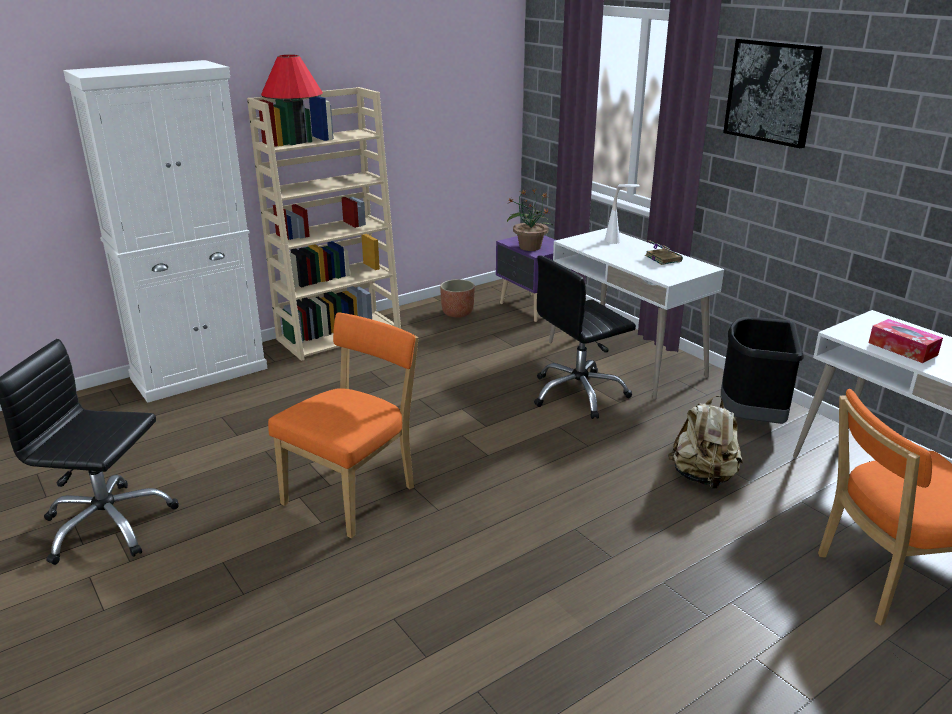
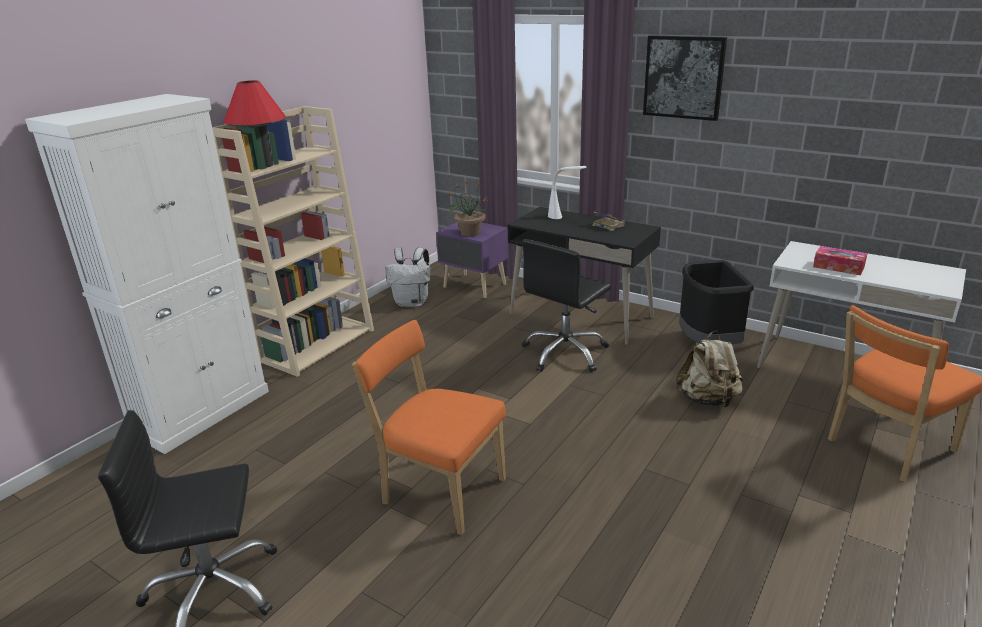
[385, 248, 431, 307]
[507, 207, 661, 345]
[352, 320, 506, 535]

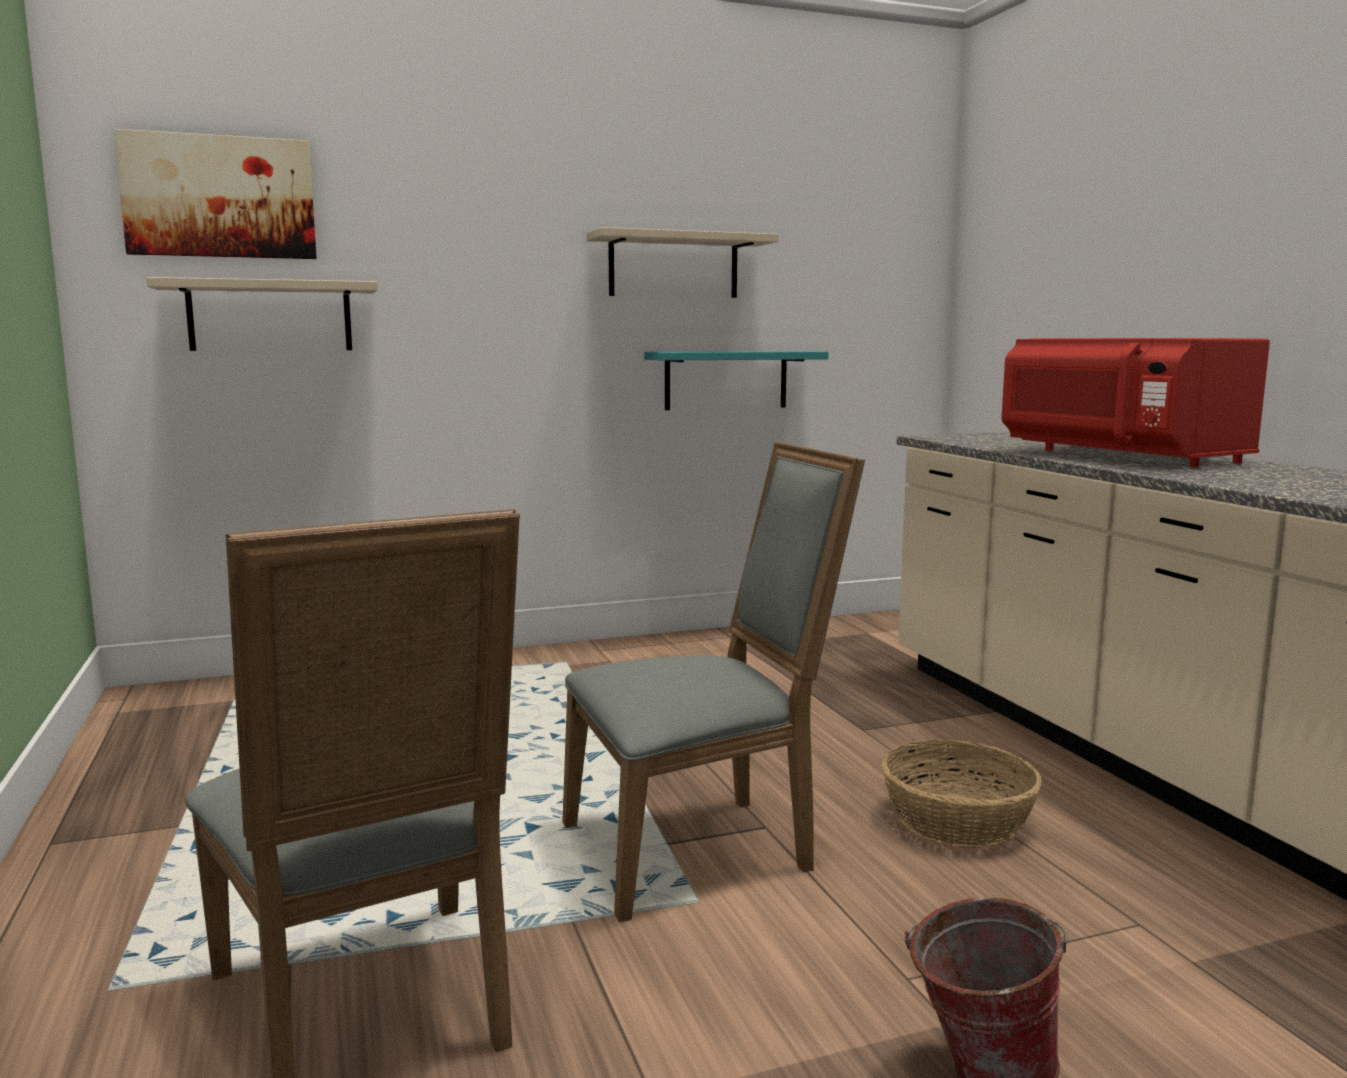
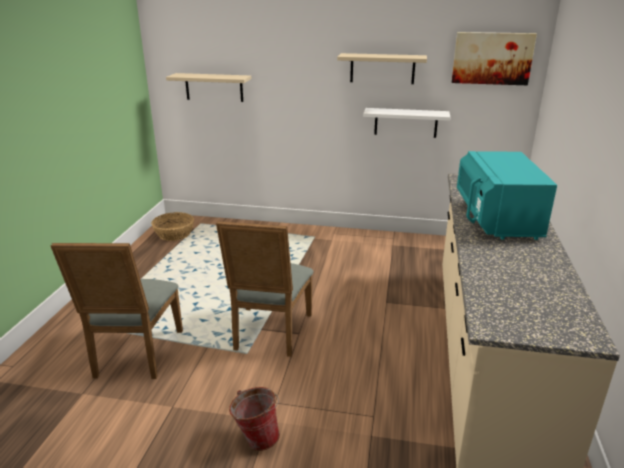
[452, 32, 537, 85]
[151, 212, 194, 241]
[363, 108, 450, 138]
[457, 151, 557, 240]
[216, 221, 314, 357]

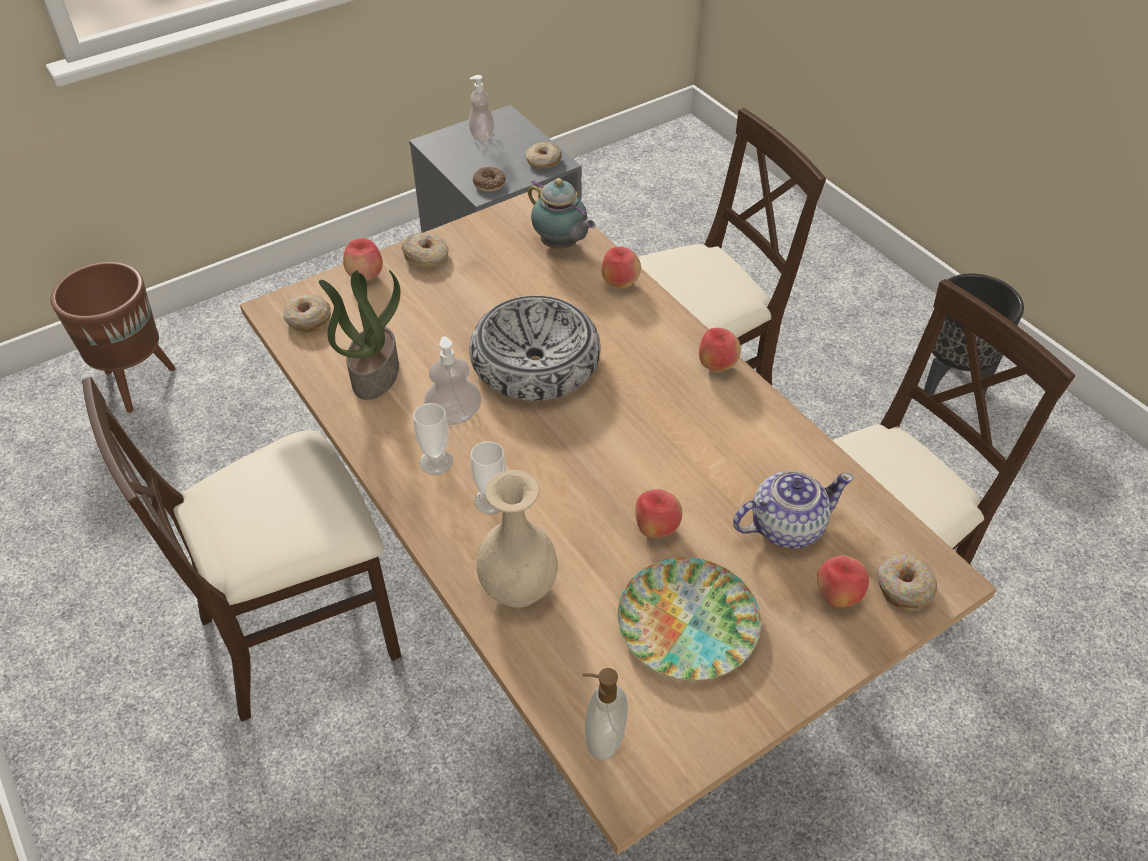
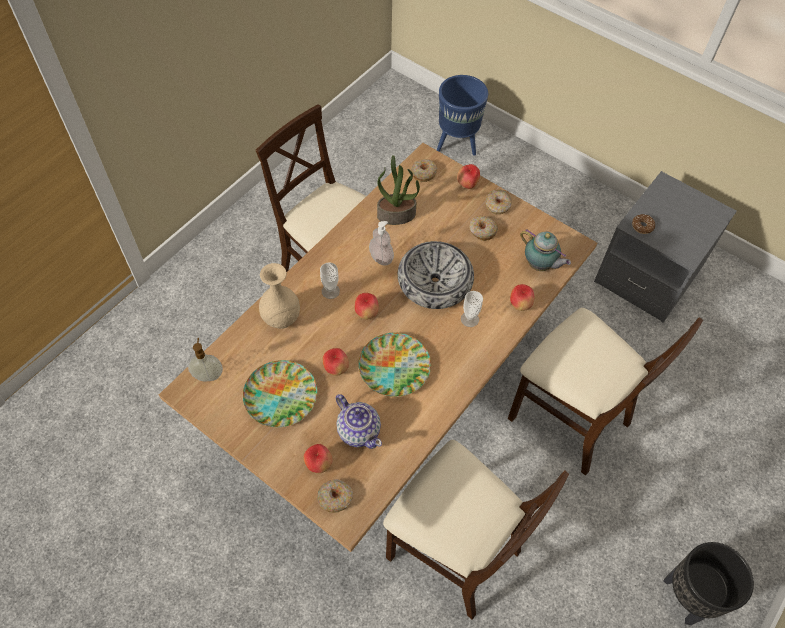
[469, 75, 494, 142] (first image)
[358, 333, 431, 397]
[461, 291, 483, 327]
[469, 216, 498, 241]
[355, 293, 379, 319]
[437, 75, 488, 155]
[520, 229, 571, 271]

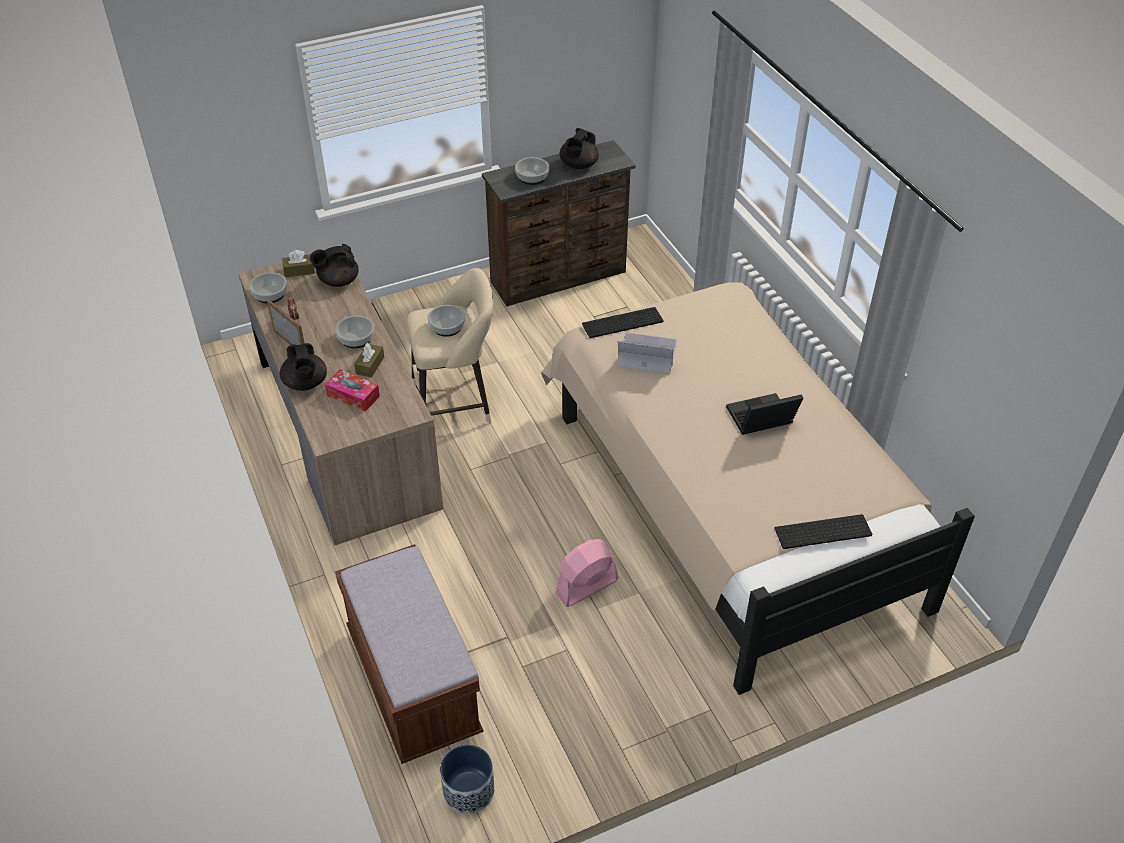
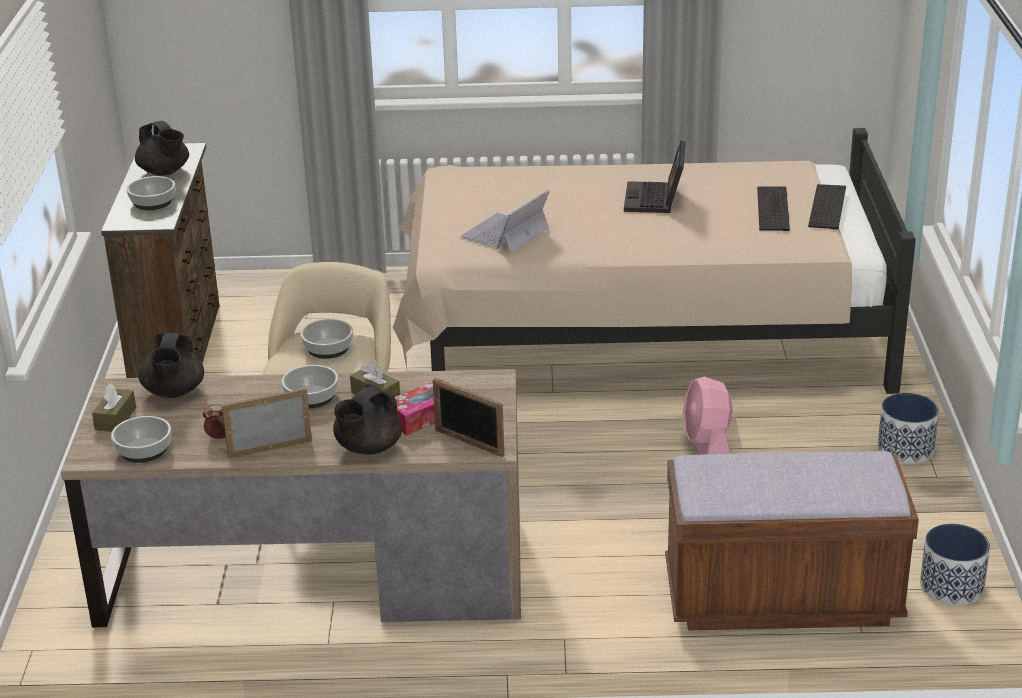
[433, 378, 504, 457]
[878, 393, 939, 464]
[757, 186, 790, 231]
[333, 384, 402, 455]

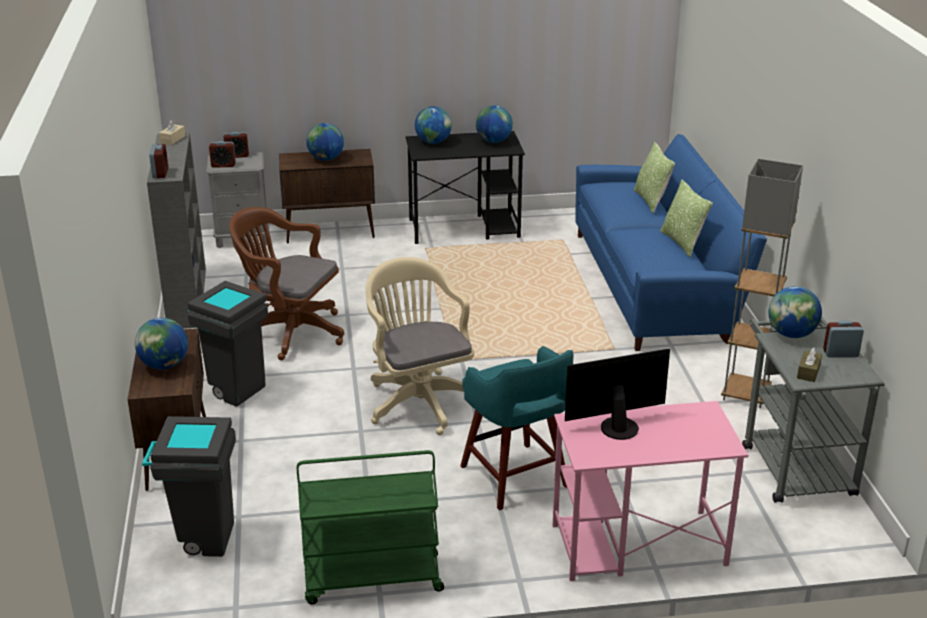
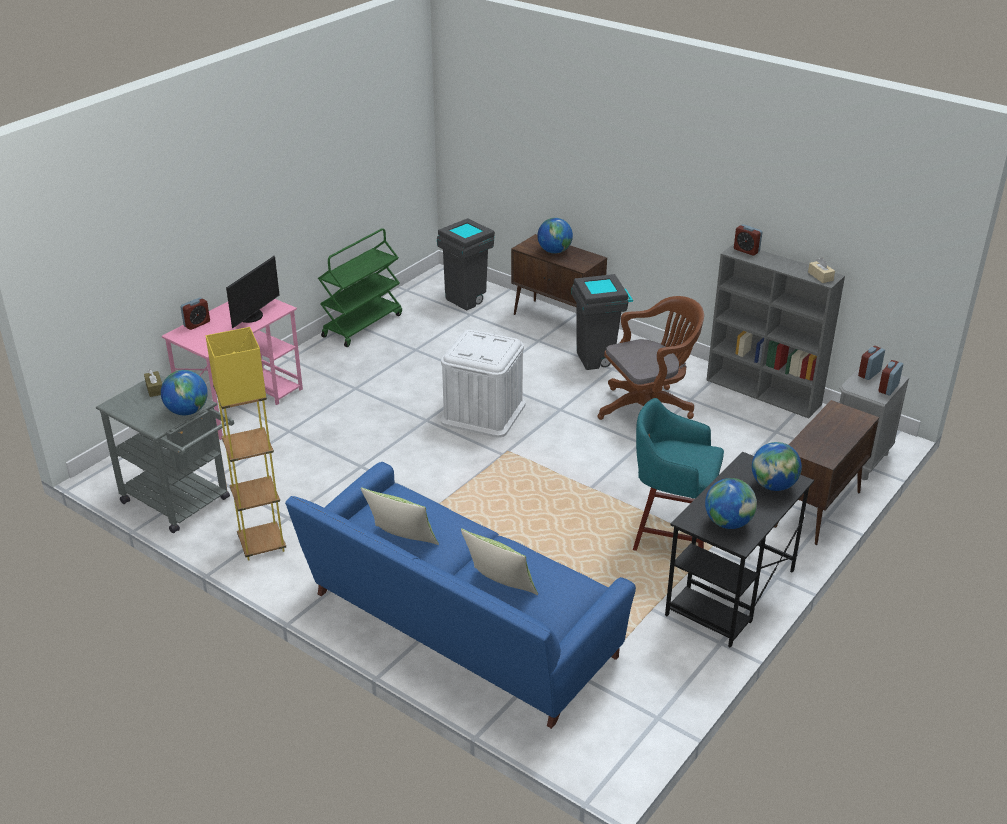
[306, 123, 344, 161] (first image)
[633, 398, 724, 551]
[180, 297, 210, 330]
[441, 330, 525, 438]
[205, 327, 286, 561]

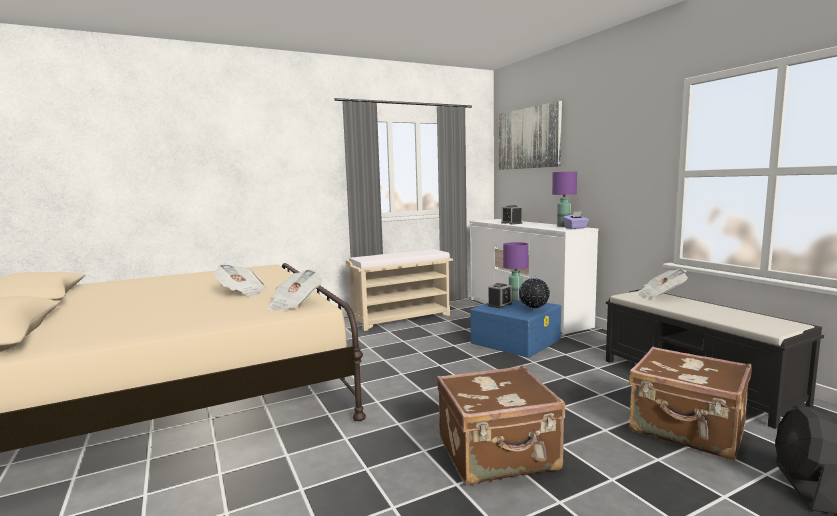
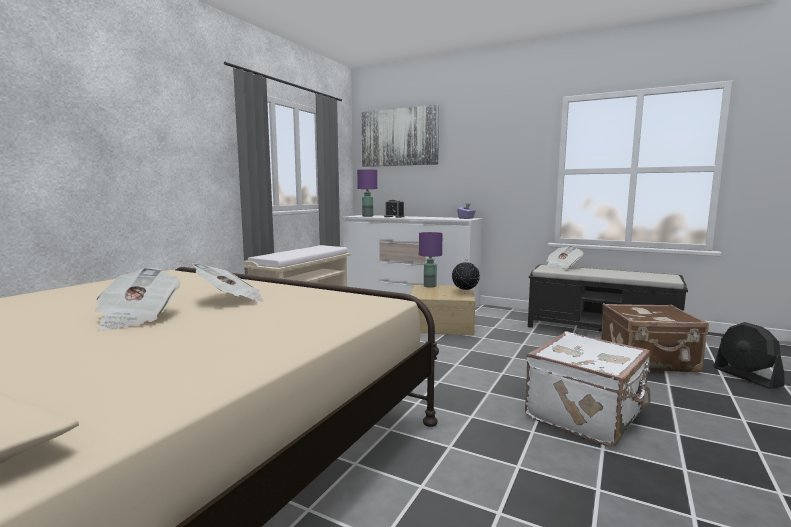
[488, 283, 512, 308] (first image)
[95, 267, 180, 330]
[357, 169, 377, 217]
[525, 331, 650, 447]
[410, 285, 475, 335]

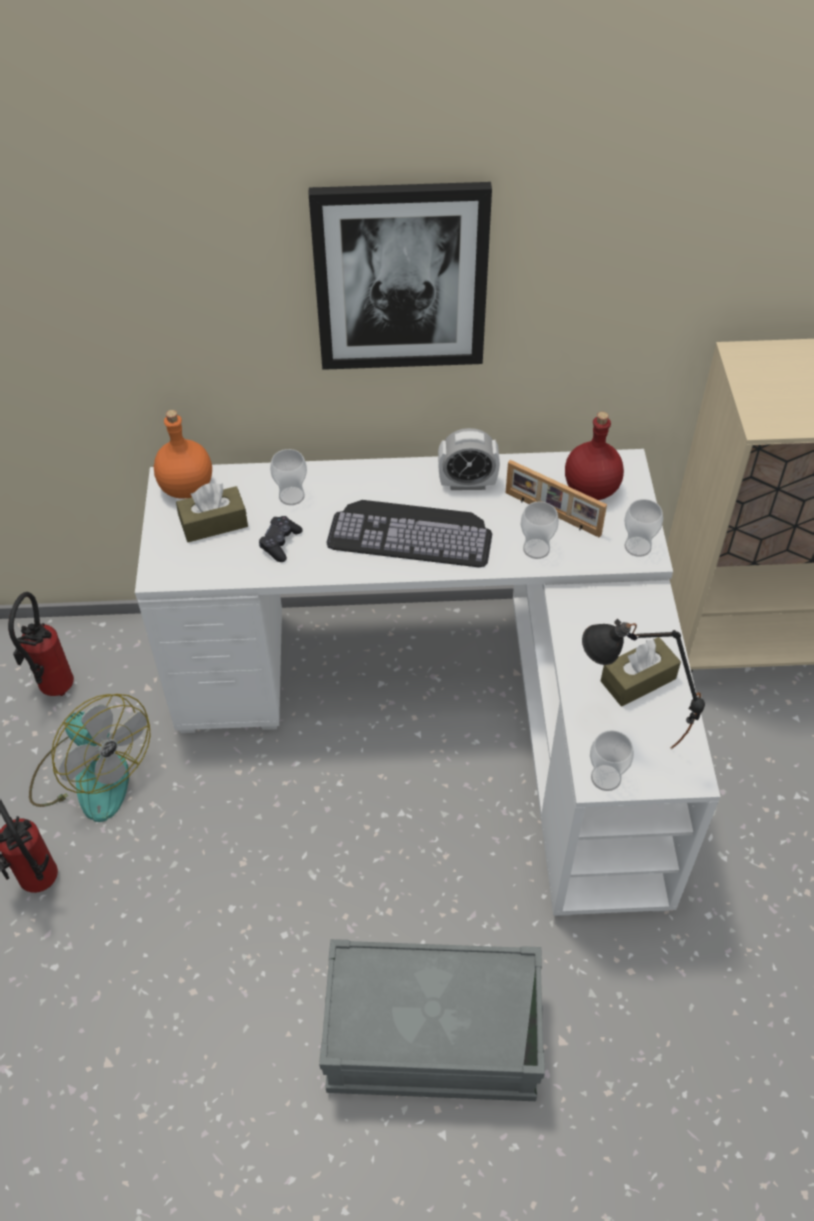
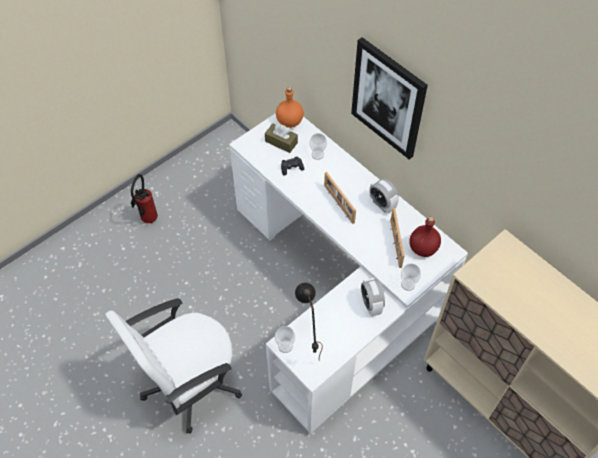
[8, 592, 74, 696] (first image)
[29, 694, 151, 822] (first image)
[521, 501, 559, 559] (first image)
[601, 637, 681, 706] (first image)
[361, 278, 385, 317]
[105, 298, 242, 434]
[324, 172, 356, 224]

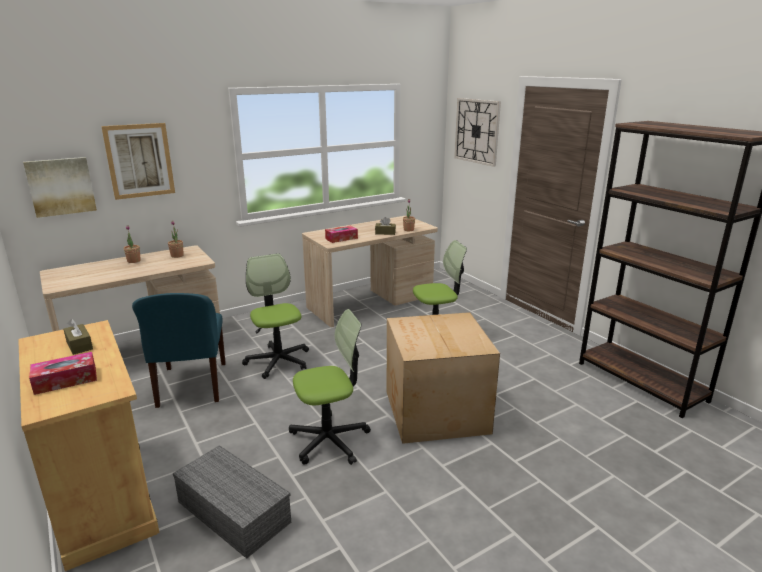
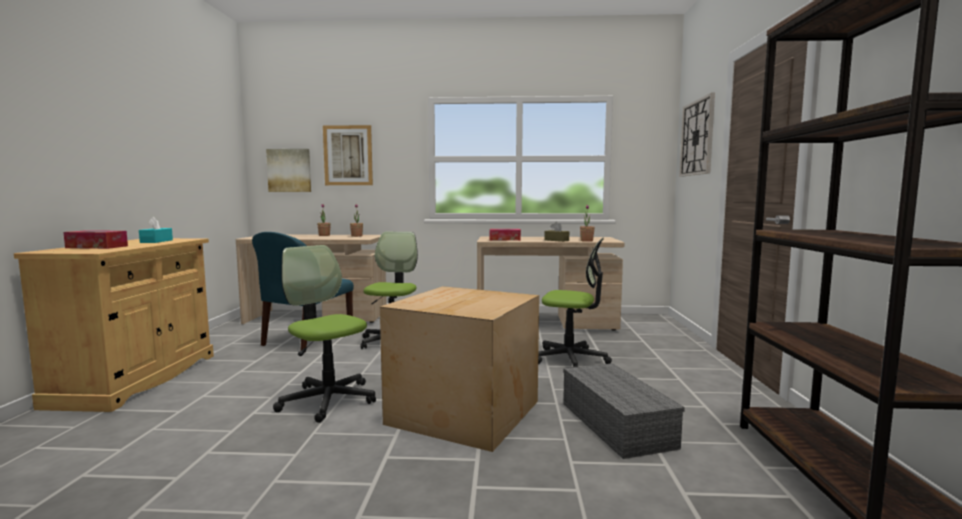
[563, 363, 685, 459]
[139, 217, 173, 243]
[273, 245, 376, 423]

